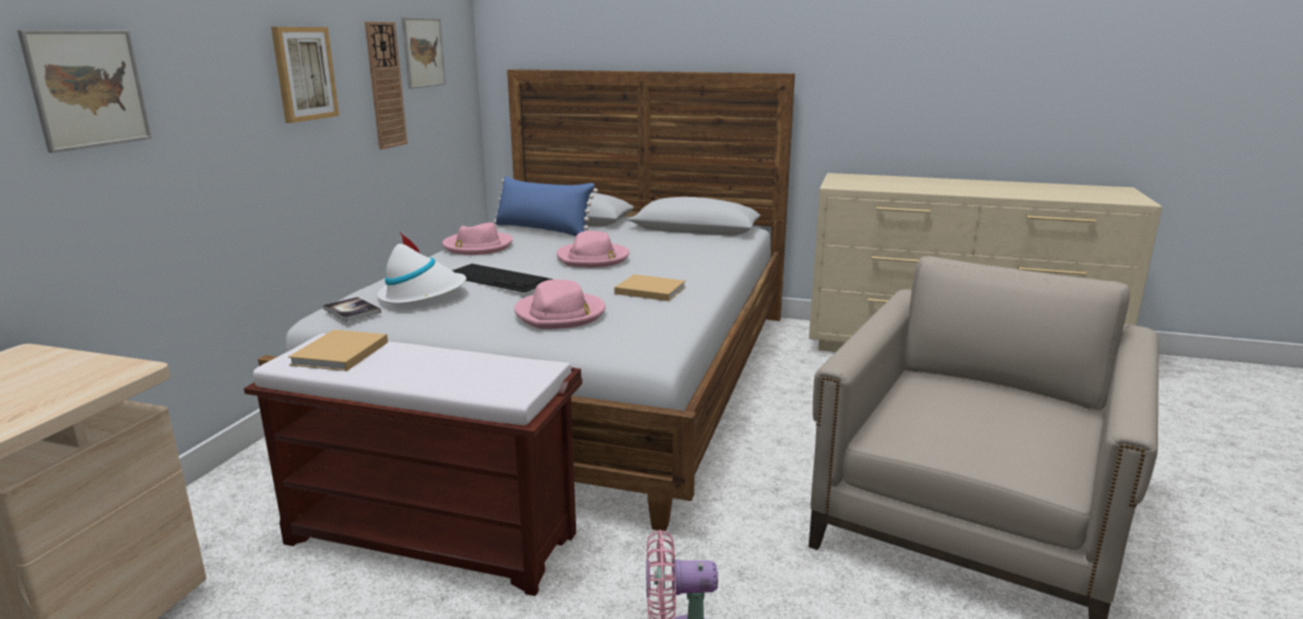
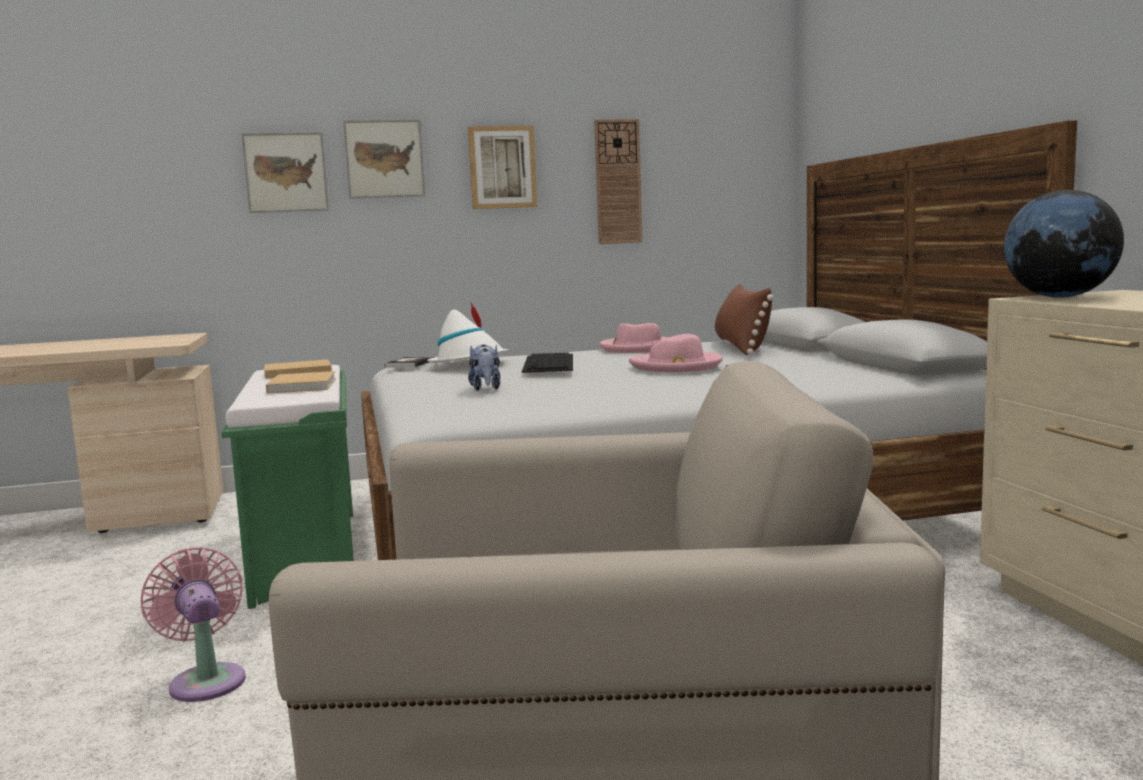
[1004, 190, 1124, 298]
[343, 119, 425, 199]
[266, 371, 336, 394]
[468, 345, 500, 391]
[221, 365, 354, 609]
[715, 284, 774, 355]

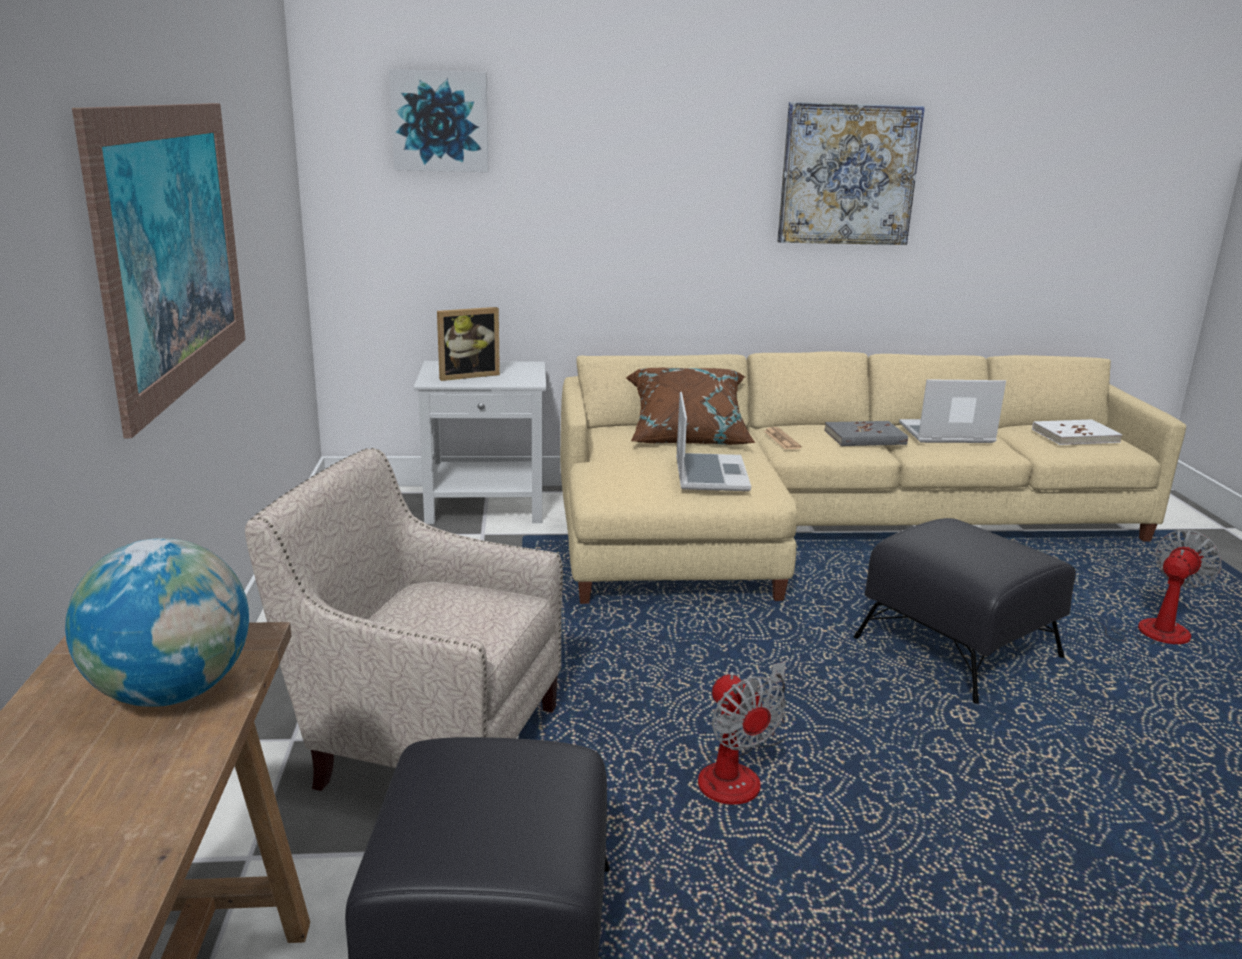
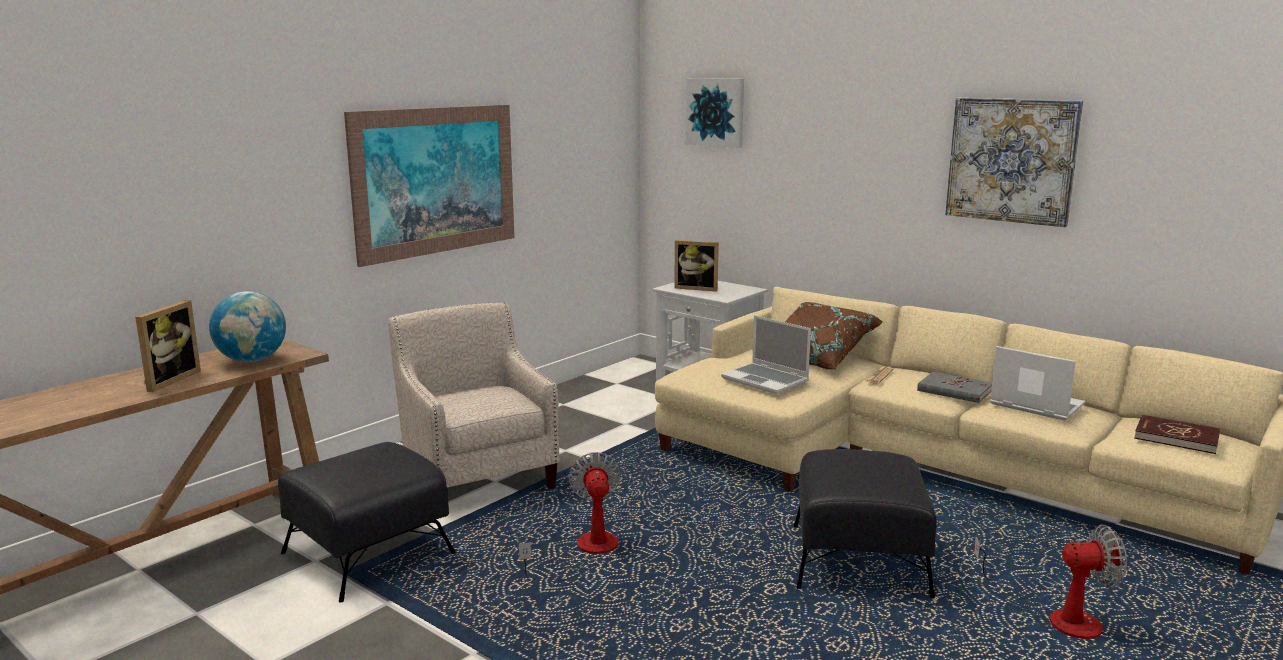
[135, 300, 201, 392]
[1134, 415, 1220, 454]
[721, 315, 811, 394]
[519, 452, 621, 575]

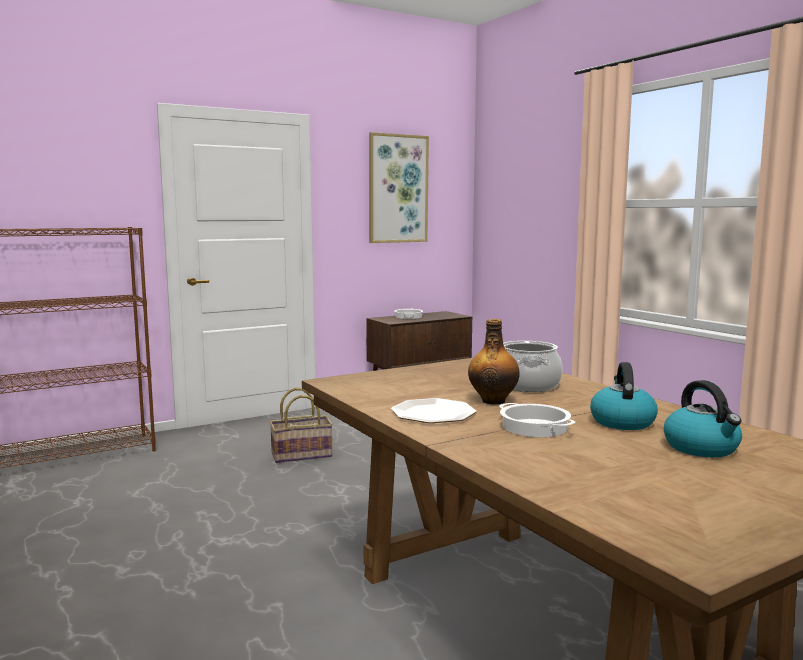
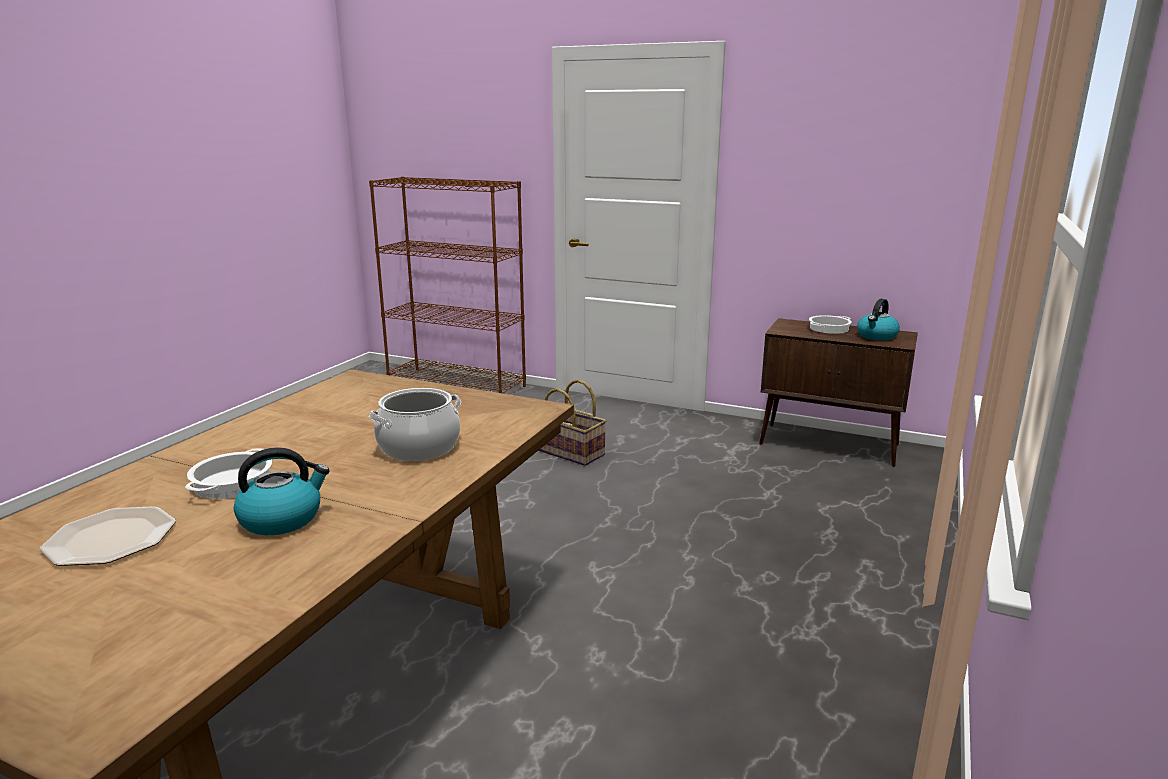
[369, 132, 429, 243] (first image)
[468, 319, 520, 405] (first image)
[40, 506, 176, 566]
[857, 299, 900, 341]

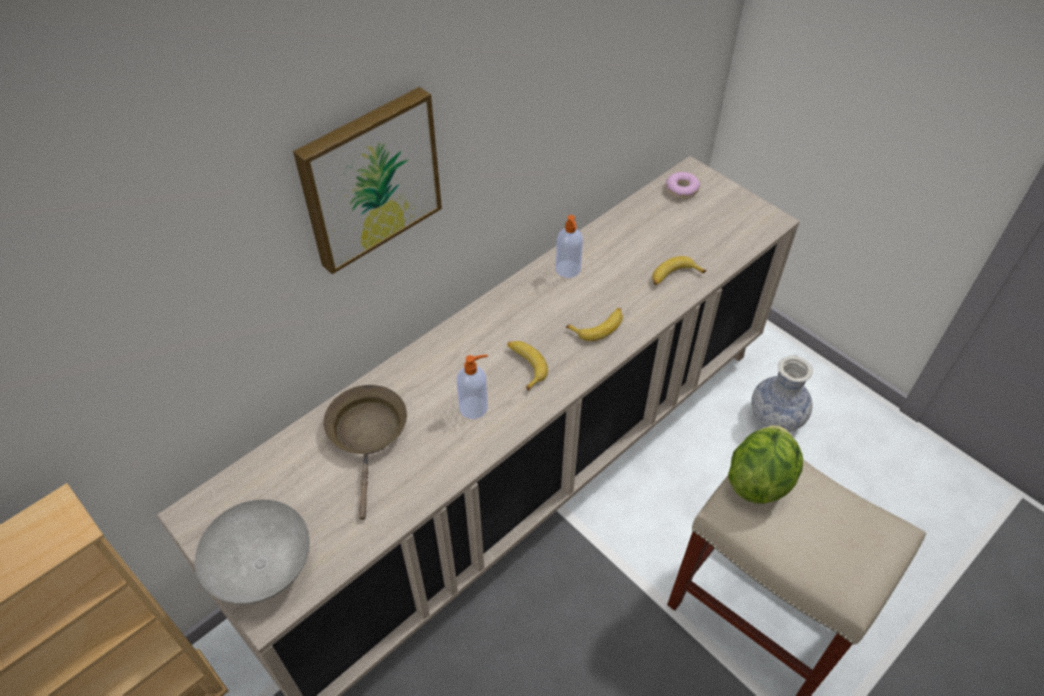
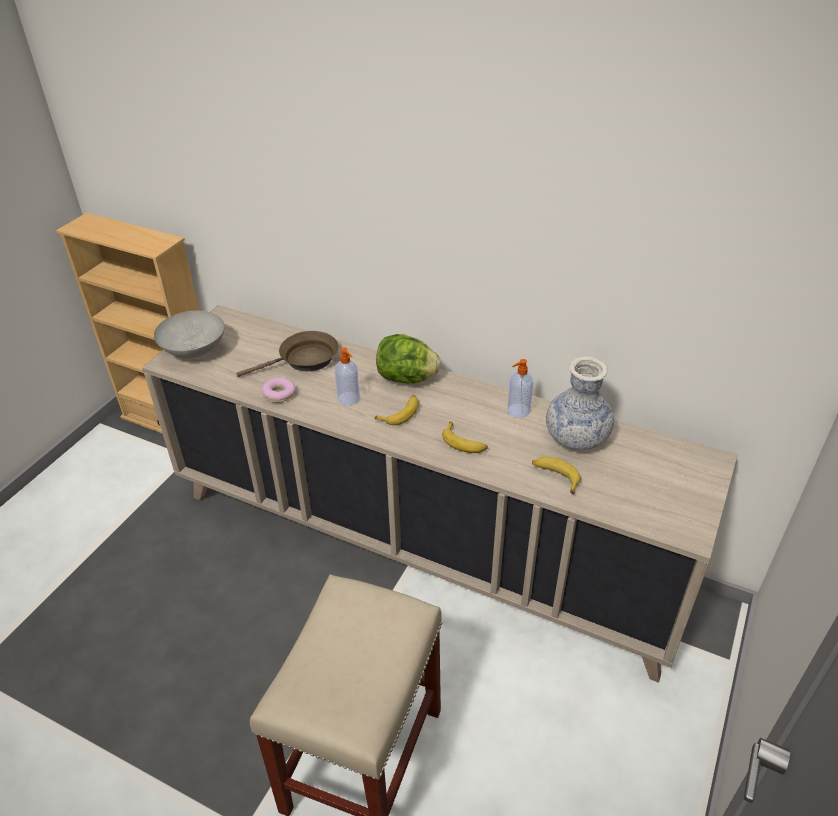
[293, 87, 442, 274] (first image)
[262, 377, 295, 403]
[376, 334, 441, 384]
[546, 357, 614, 450]

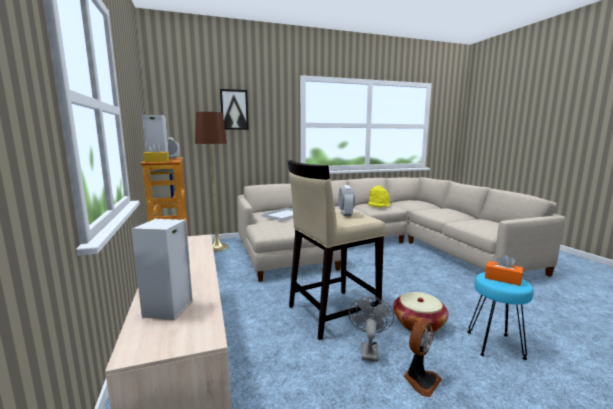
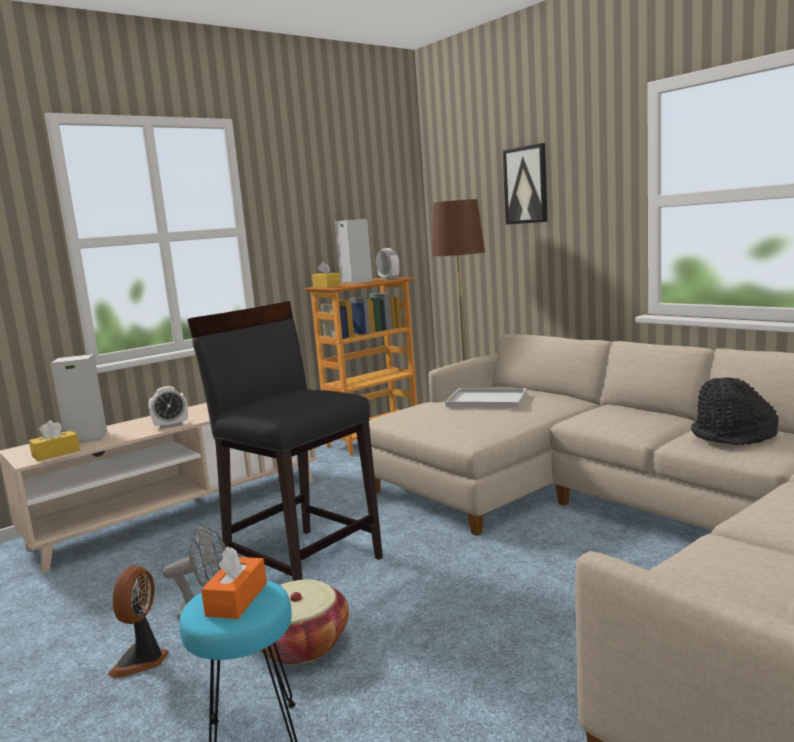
[29, 420, 80, 461]
[149, 386, 188, 429]
[187, 301, 383, 581]
[691, 378, 779, 445]
[108, 566, 169, 678]

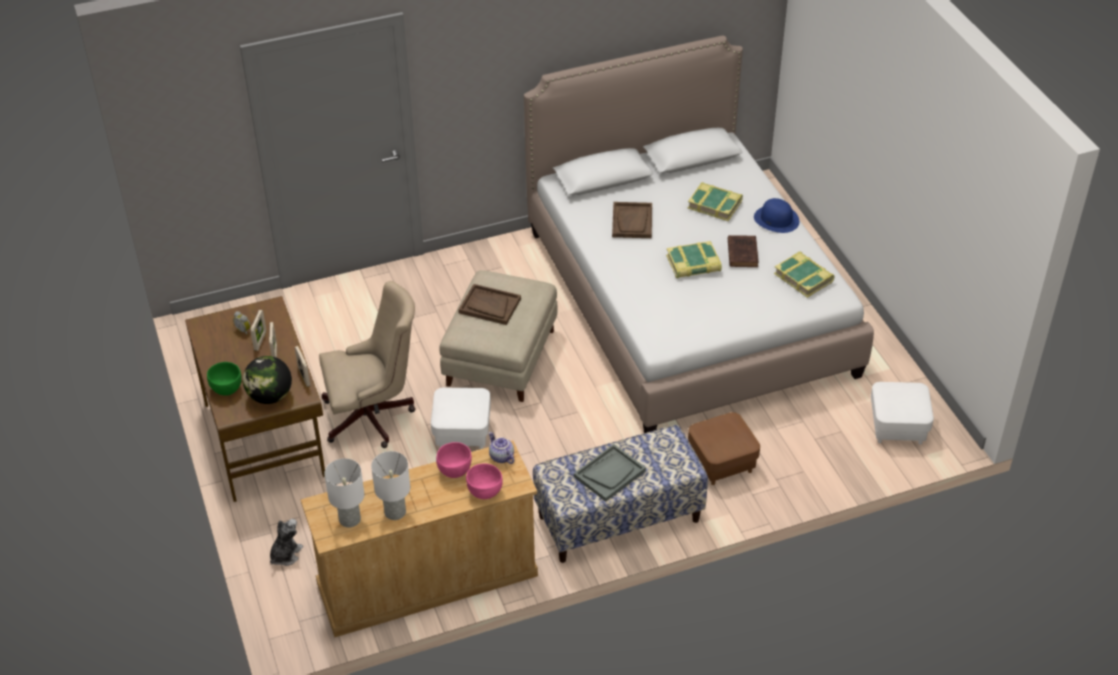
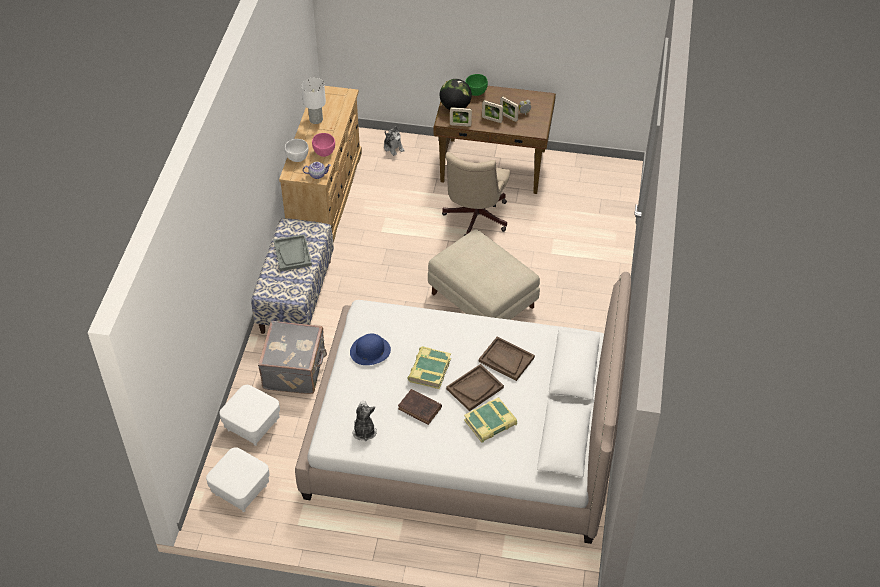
[324, 458, 364, 528] (first image)
[219, 385, 280, 446]
[446, 364, 504, 411]
[350, 334, 391, 365]
[258, 321, 327, 394]
[352, 401, 377, 442]
[285, 139, 309, 162]

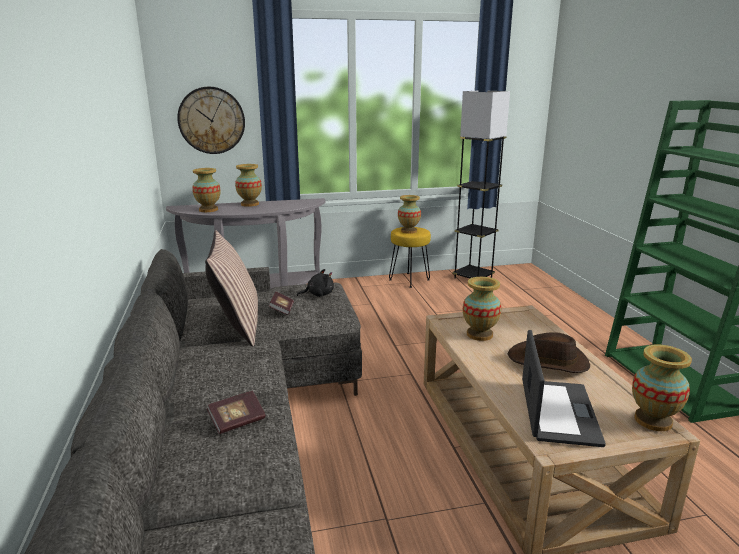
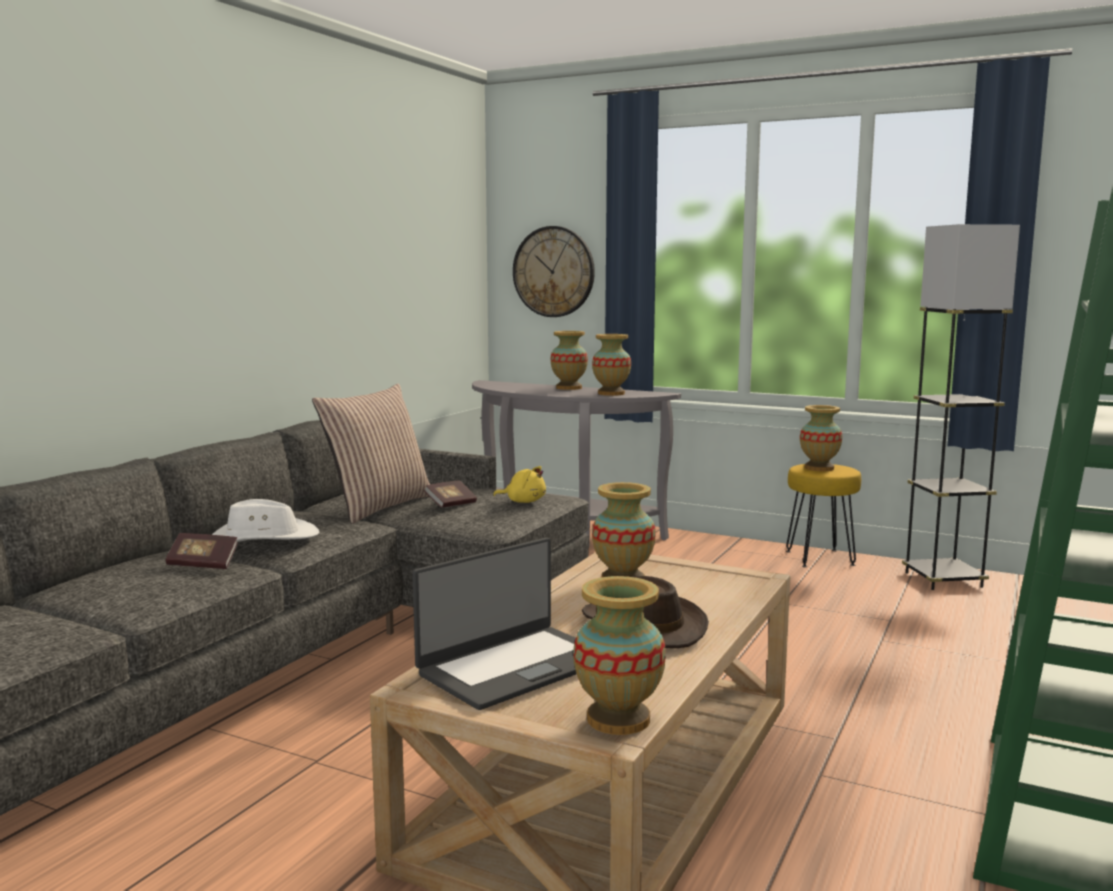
[212, 499, 320, 542]
[592, 334, 631, 396]
[493, 466, 546, 503]

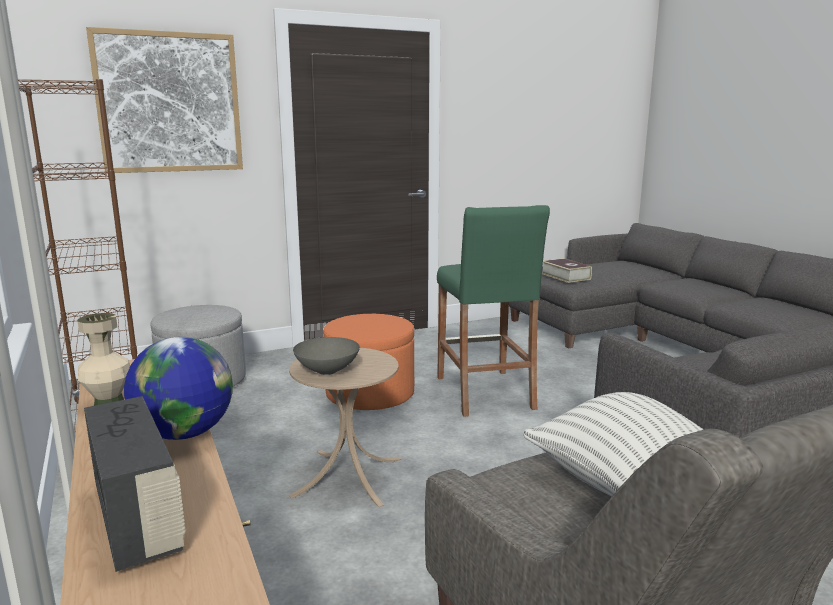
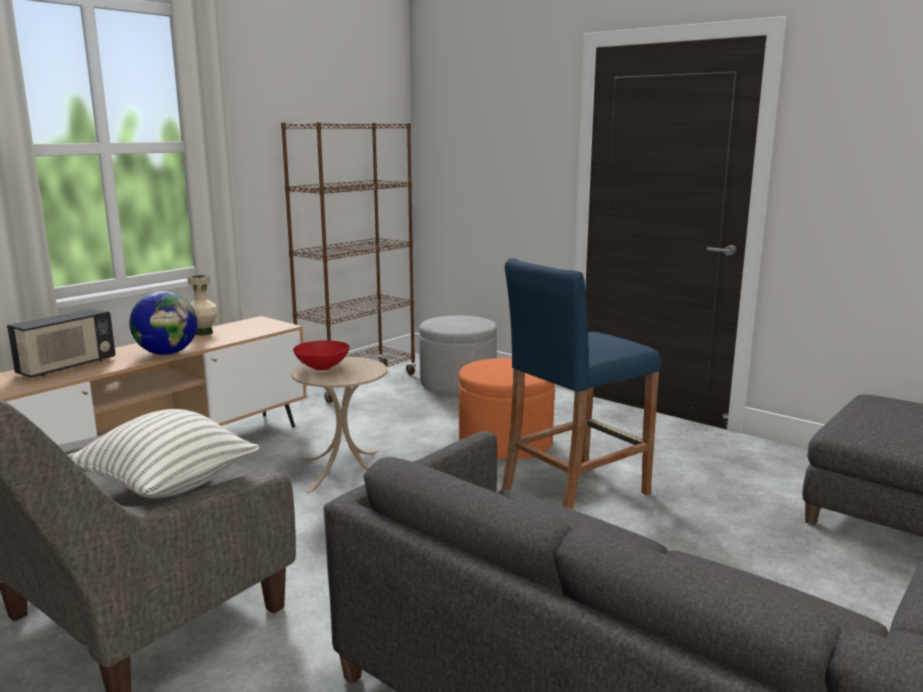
[86, 27, 243, 173] (first image)
[542, 258, 592, 283] (first image)
[293, 340, 350, 371]
[501, 258, 661, 510]

